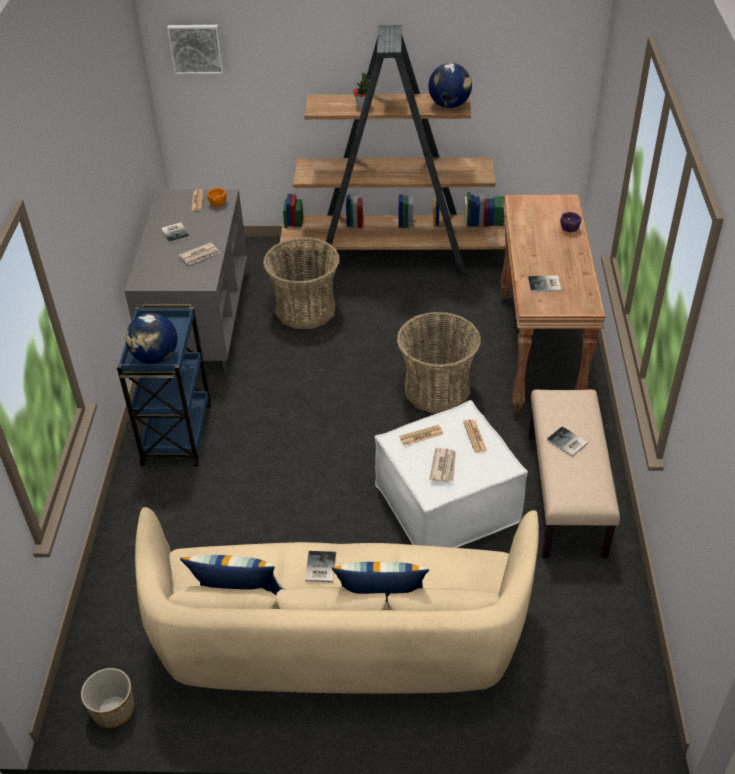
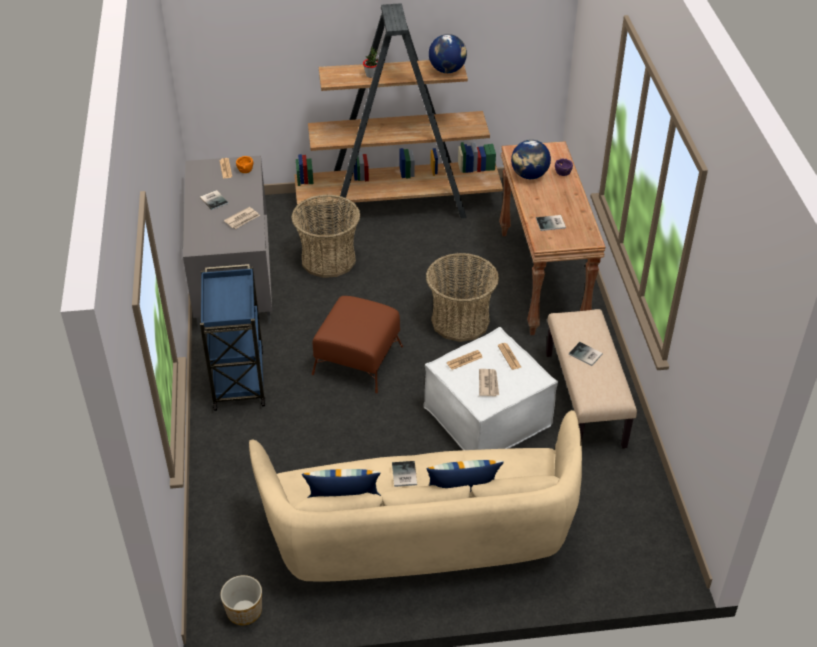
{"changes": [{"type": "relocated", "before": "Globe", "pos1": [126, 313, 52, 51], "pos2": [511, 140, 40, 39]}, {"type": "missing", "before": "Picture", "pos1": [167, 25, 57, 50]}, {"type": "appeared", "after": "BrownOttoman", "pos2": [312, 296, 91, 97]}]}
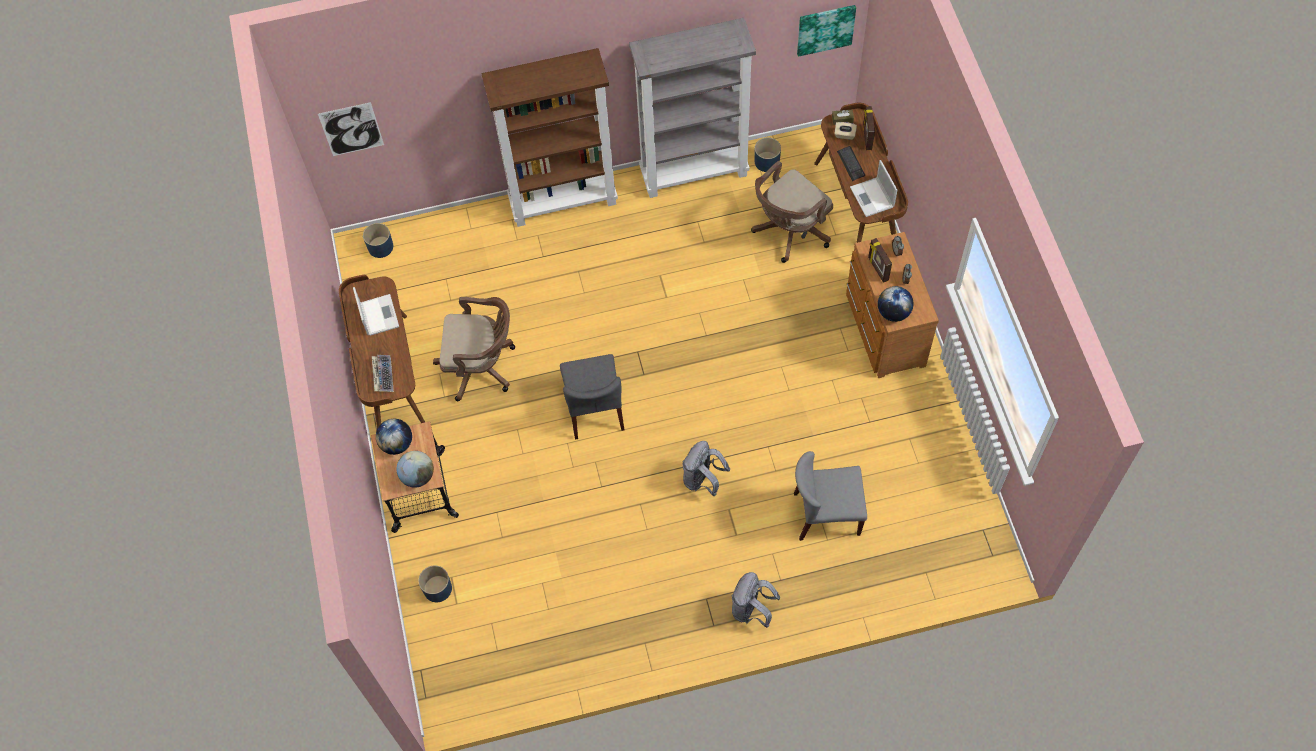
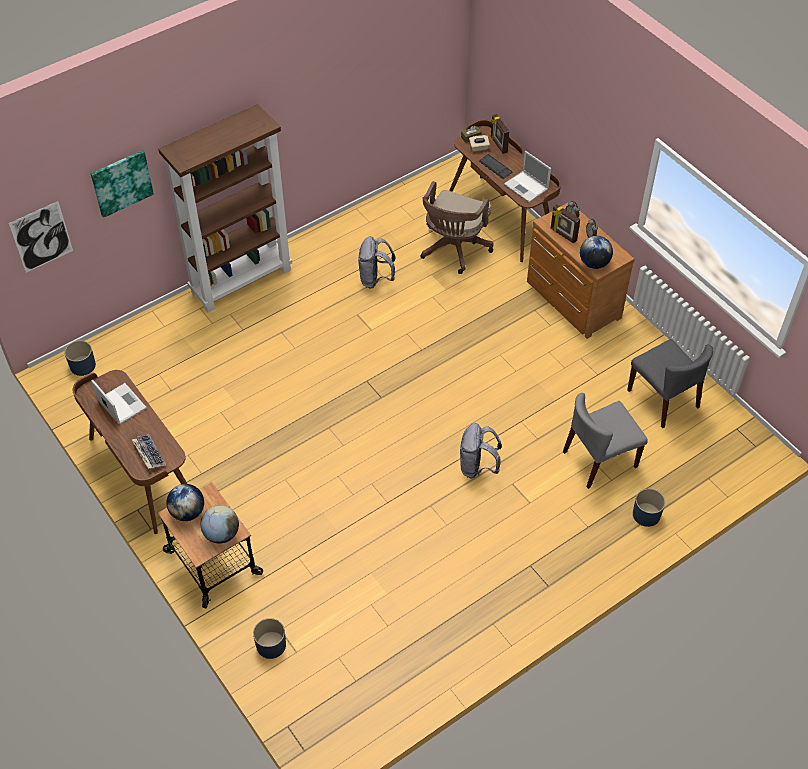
{"changes": [{"type": "missing", "before": "BrownOfficeChair", "pos1": [433, 297, 82, 104]}, {"type": "relocated", "before": "GreyChair", "pos1": [560, 354, 64, 86], "pos2": [627, 339, 86, 89]}, {"type": "missing", "before": "GreyBookcase", "pos1": [629, 18, 127, 180]}, {"type": "relocated", "before": "GreyBackpack", "pos1": [731, 572, 49, 56], "pos2": [358, 236, 37, 53]}, {"type": "relocated", "before": "BluePlanter", "pos1": [755, 137, 26, 35], "pos2": [633, 489, 32, 38]}, {"type": "relocated", "before": "Picture", "pos1": [797, 5, 59, 52], "pos2": [91, 150, 63, 68]}]}
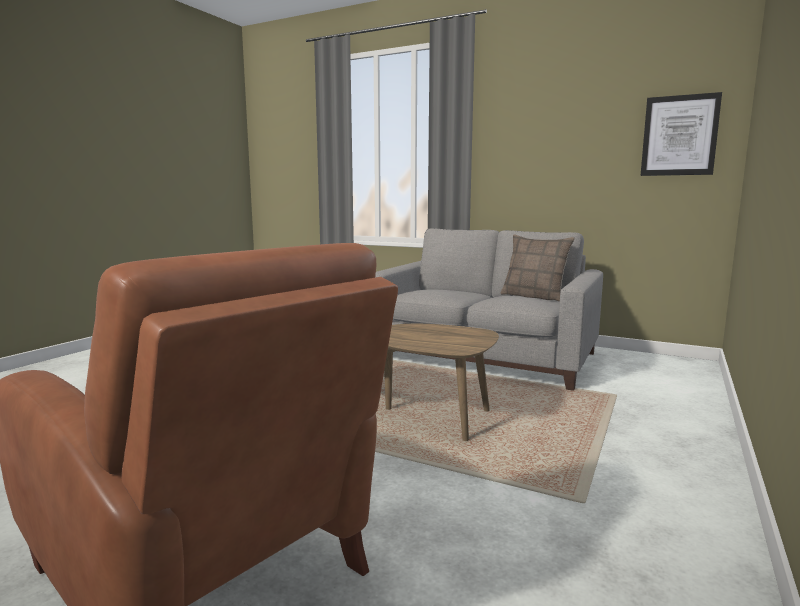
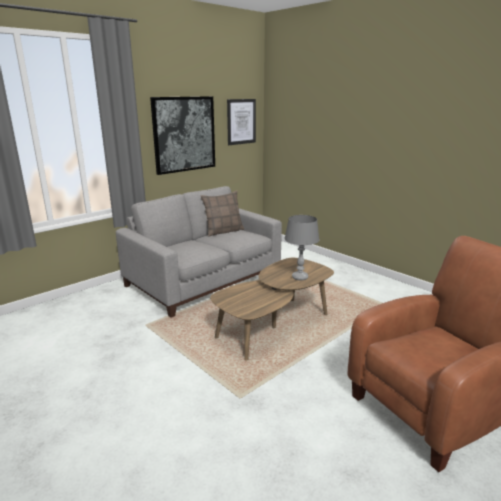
{"changes": [{"type": "appeared", "after": "Picture", "pos2": [150, 96, 65, 79]}, {"type": "appeared", "after": "GreyTableLamp", "pos2": [284, 215, 35, 65]}]}
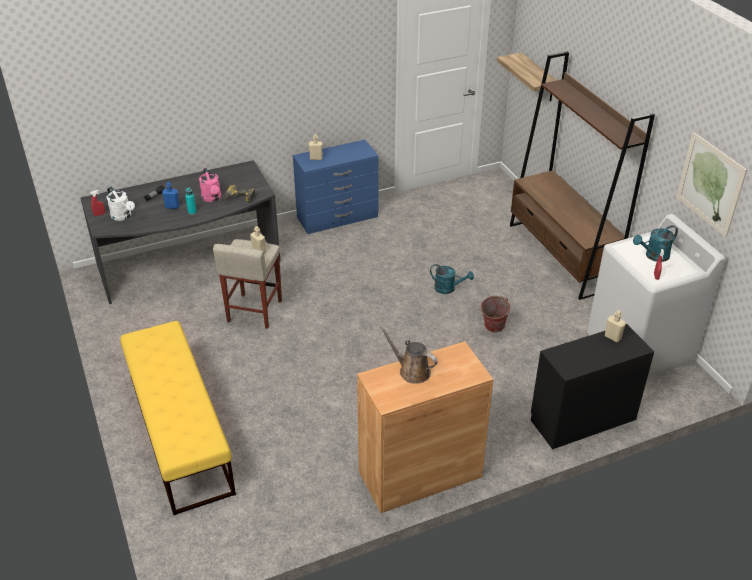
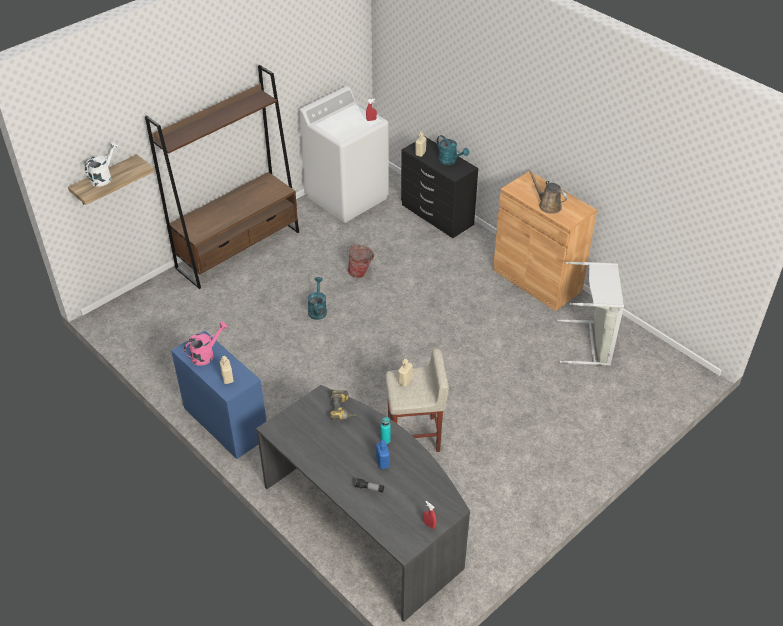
{"changes": [{"type": "relocated", "before": "WhiteWateringCan", "pos1": [107, 186, 28, 35], "pos2": [85, 142, 34, 45]}, {"type": "missing", "before": "YellowBench", "pos1": [120, 321, 116, 194]}, {"type": "relocated", "before": "PinkWateringCan", "pos1": [199, 168, 22, 34], "pos2": [184, 321, 44, 45]}, {"type": "spun", "before": "BrownWateringCan", "pos1": [379, 325, 59, 59], "pos2": [528, 168, 39, 46], "turn": 120}, {"type": "relocated", "before": "TurquoiseWateringCan", "pos1": [633, 225, 45, 37], "pos2": [437, 135, 32, 30]}, {"type": "missing", "before": "Picture", "pos1": [676, 132, 71, 105]}, {"type": "appeared", "after": "GreyLaundryBasket", "pos2": [557, 262, 67, 103]}]}
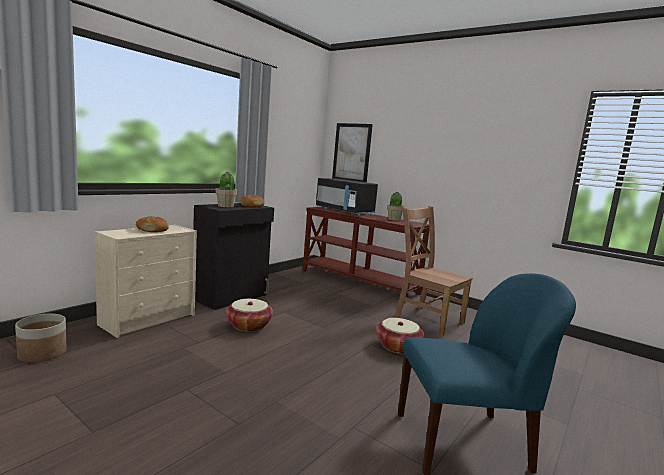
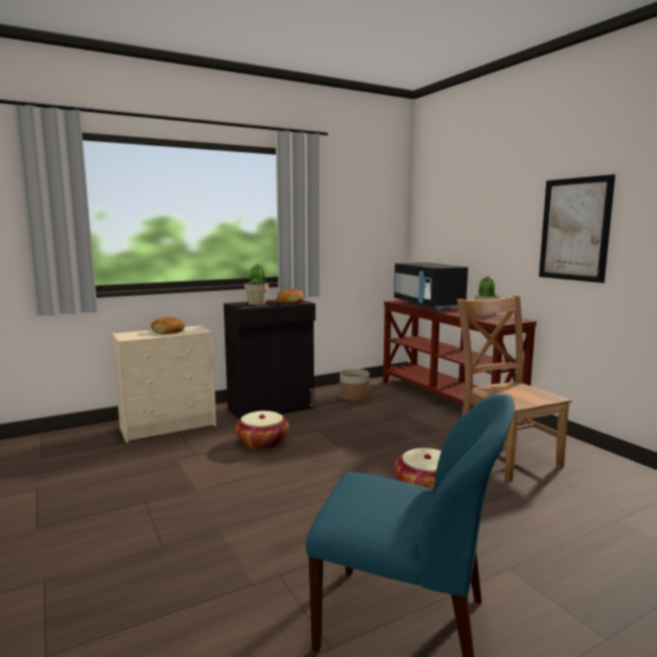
{"changes": [{"type": "relocated", "before": "Planter", "pos1": [15, 314, 52, 49], "pos2": [340, 369, 30, 32]}, {"type": "relocated", "before": "Picture", "pos1": [332, 123, 41, 59], "pos2": [539, 174, 76, 109]}]}
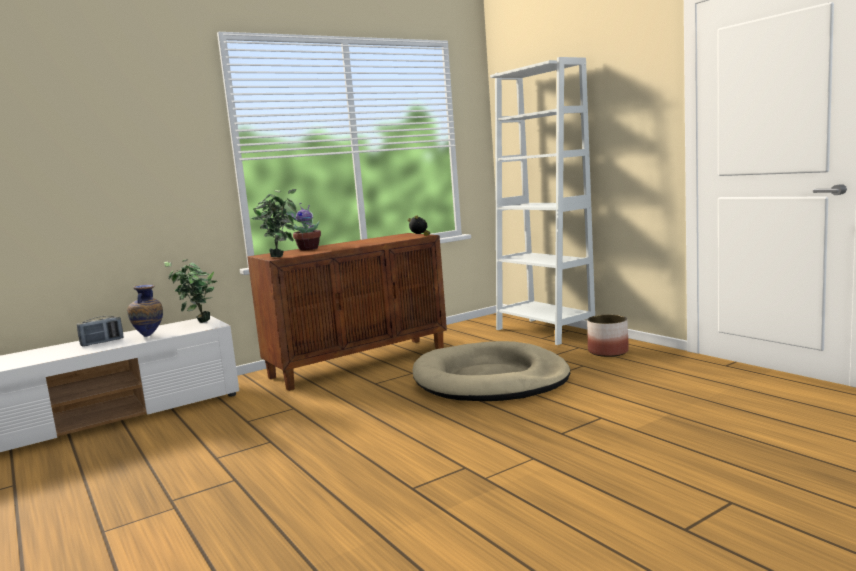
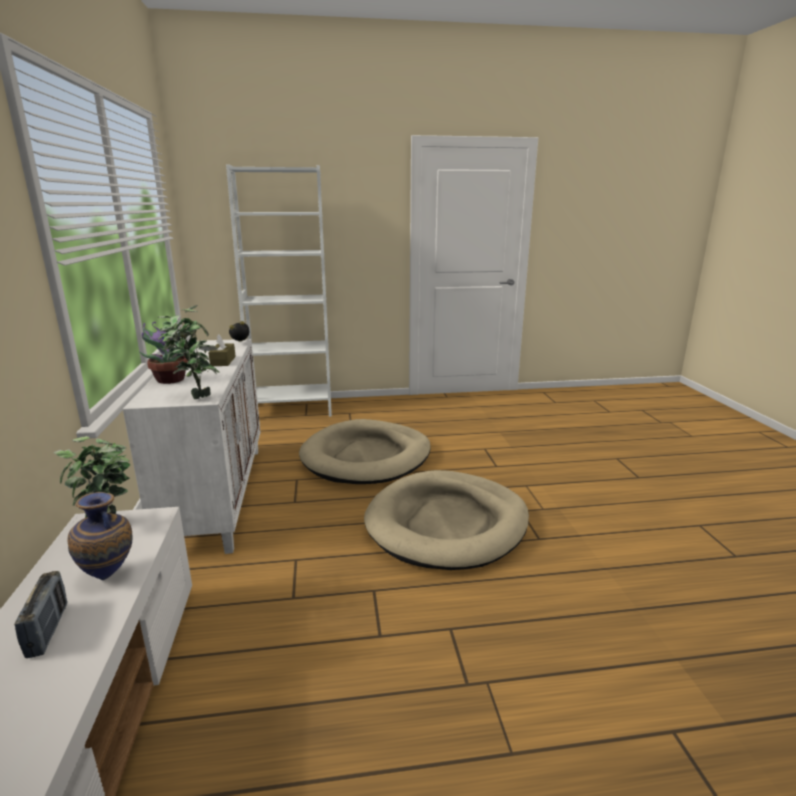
{"changes": [{"type": "colour", "before": "BrownCabinet", "after": "WhiteCabinet", "pos1": [247, 233, 200, 158], "pos2": [123, 339, 137, 215]}, {"type": "missing", "before": "Planter", "pos1": [587, 314, 42, 43]}, {"type": "appeared", "after": "BrownTissueBox", "pos2": [208, 334, 28, 32]}, {"type": "appeared", "after": "BeigeDogBed", "pos2": [364, 470, 165, 100]}]}
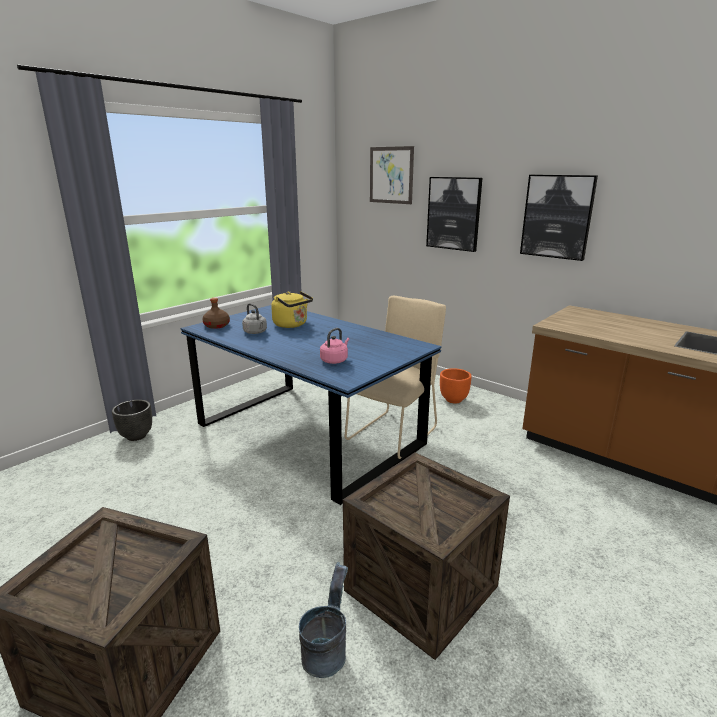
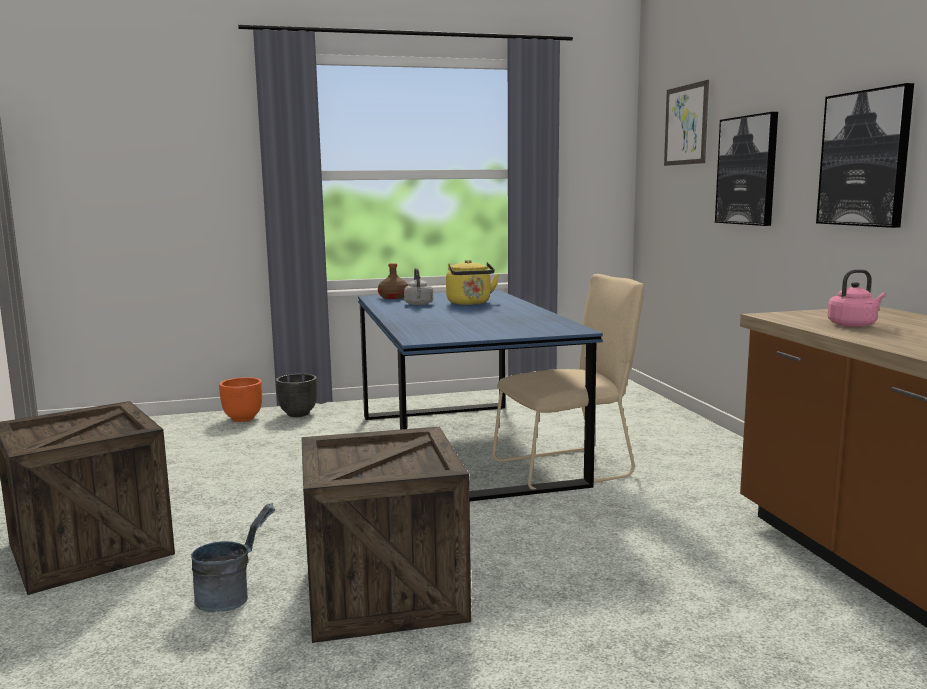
{"changes": [{"type": "relocated", "before": "PinkKettle", "pos1": [320, 328, 30, 36], "pos2": [828, 269, 58, 58]}, {"type": "relocated", "before": "OrangePlanter", "pos1": [440, 368, 32, 35], "pos2": [219, 377, 43, 45]}]}
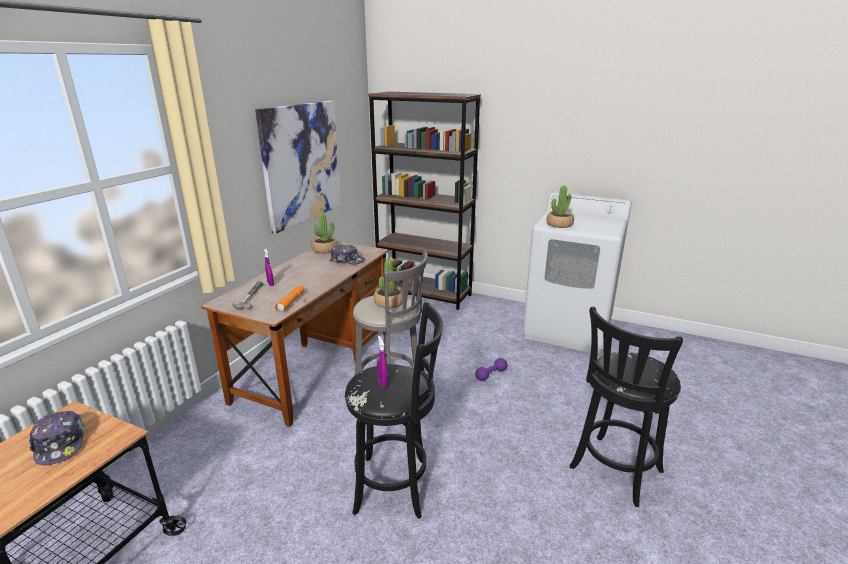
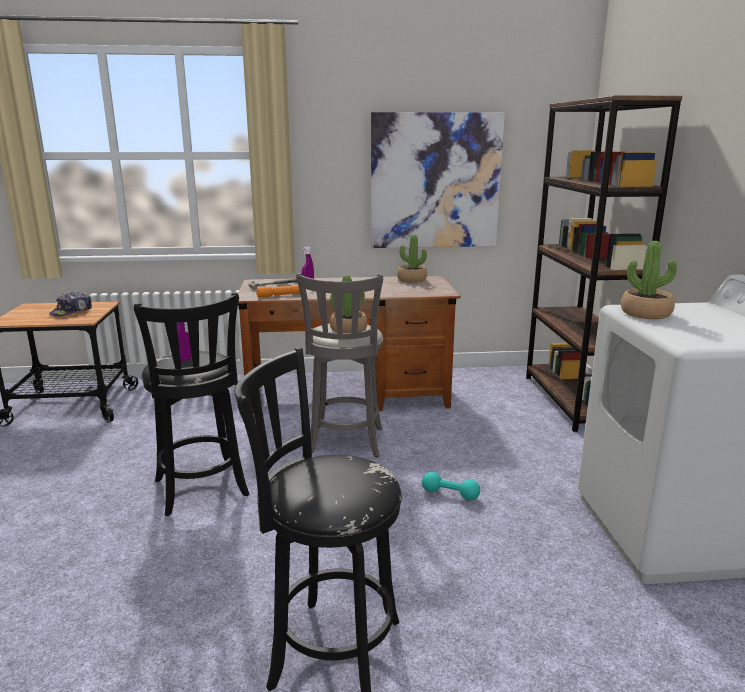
{"changes": [{"type": "missing", "before": "Cap", "pos1": [330, 244, 35, 20]}, {"type": "colour", "before": "PurpleDumbbell", "after": "TurquoiseDumbbell", "pos1": [475, 358, 33, 23], "pos2": [422, 472, 58, 28]}]}
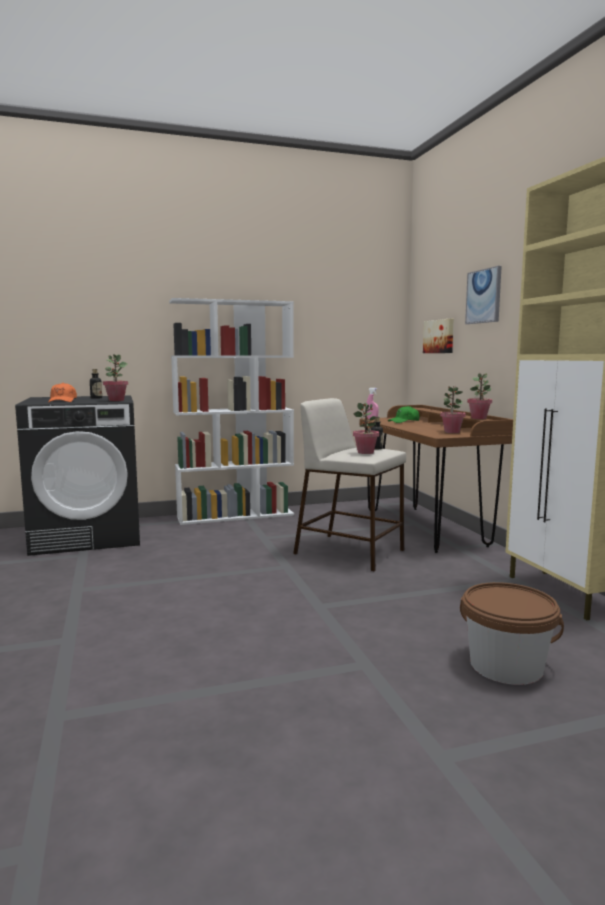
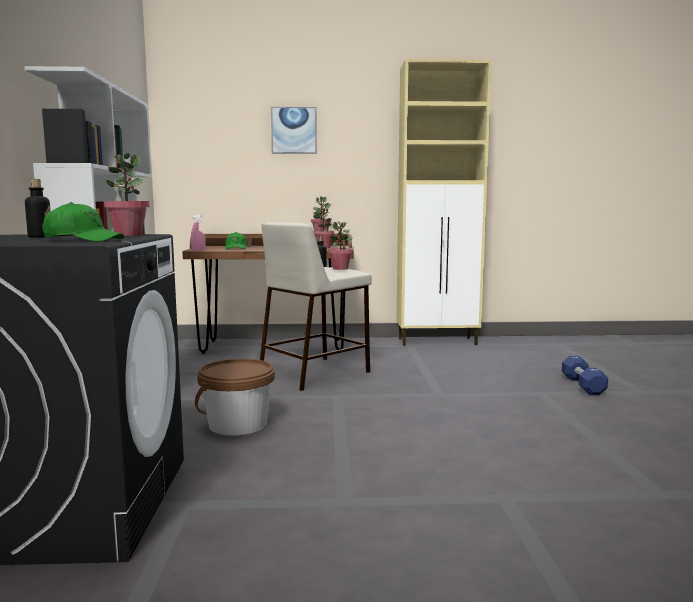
{"changes": [{"type": "colour", "before": "OrangeCap", "after": "GreenCap", "pos1": [48, 383, 29, 20], "pos2": [42, 202, 82, 40]}, {"type": "missing", "before": "Picture", "pos1": [423, 319, 31, 34]}, {"type": "relocated", "before": "BrownBucket", "pos1": [460, 582, 104, 103], "pos2": [195, 359, 80, 77]}, {"type": "appeared", "after": "BlueDumbbell", "pos2": [562, 356, 46, 39]}]}
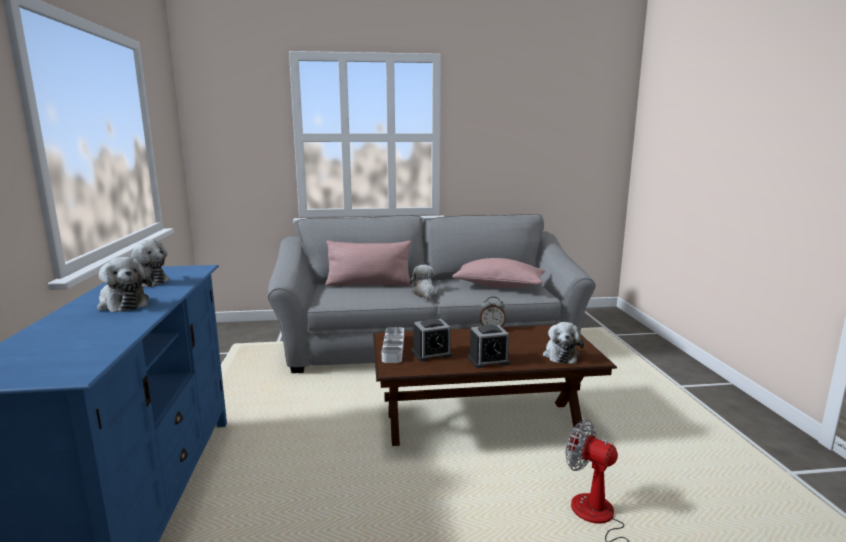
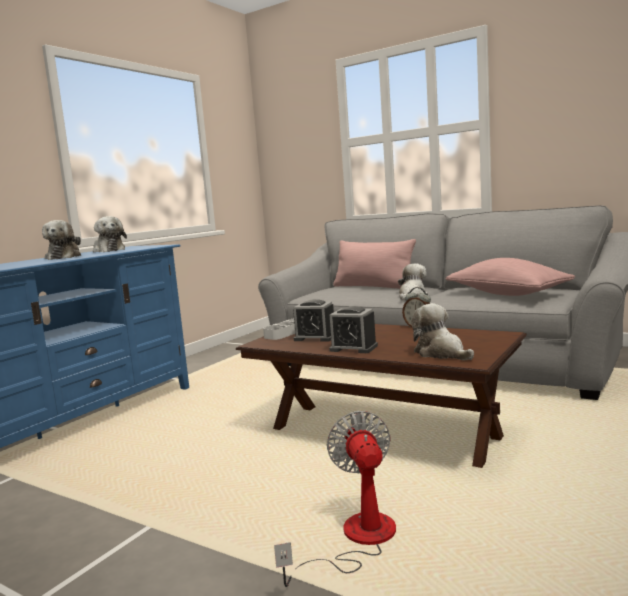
{"changes": [{"type": "spun", "before": "PlushToy", "pos1": [543, 322, 41, 42], "pos2": [411, 303, 63, 57], "turn": 105}]}
